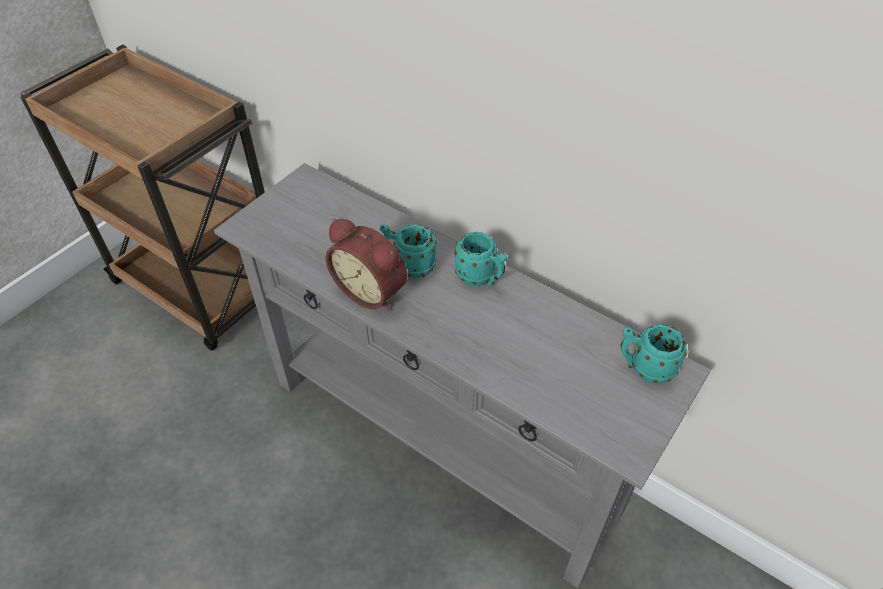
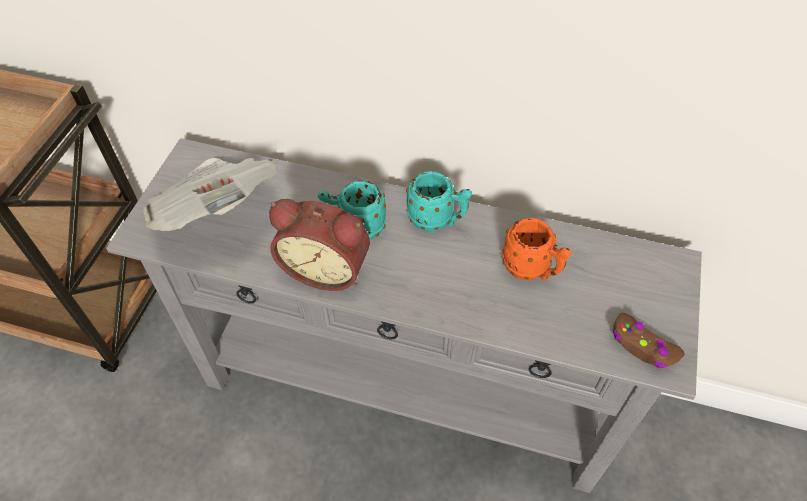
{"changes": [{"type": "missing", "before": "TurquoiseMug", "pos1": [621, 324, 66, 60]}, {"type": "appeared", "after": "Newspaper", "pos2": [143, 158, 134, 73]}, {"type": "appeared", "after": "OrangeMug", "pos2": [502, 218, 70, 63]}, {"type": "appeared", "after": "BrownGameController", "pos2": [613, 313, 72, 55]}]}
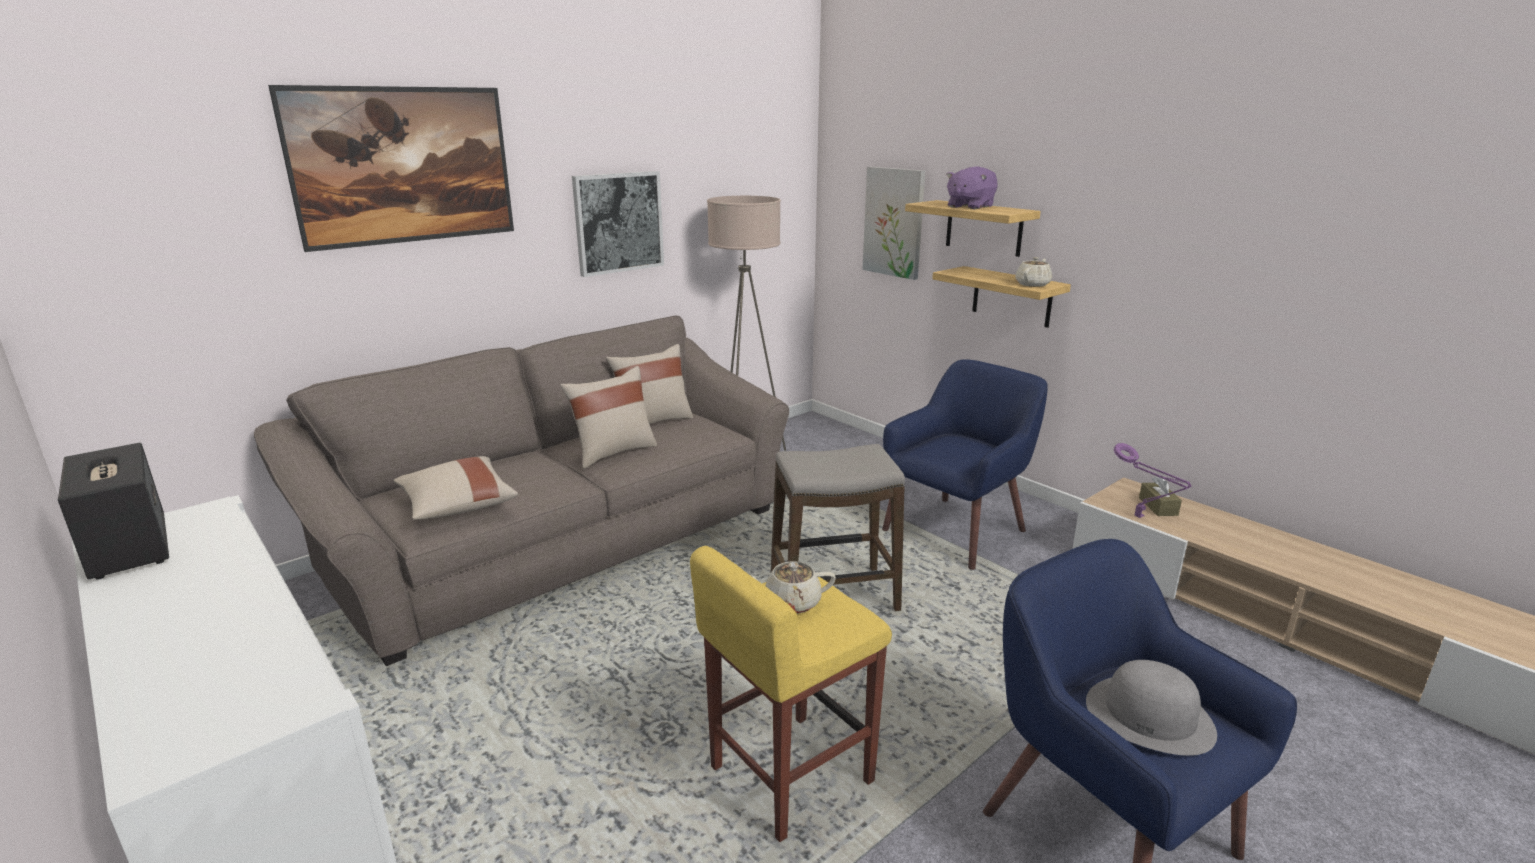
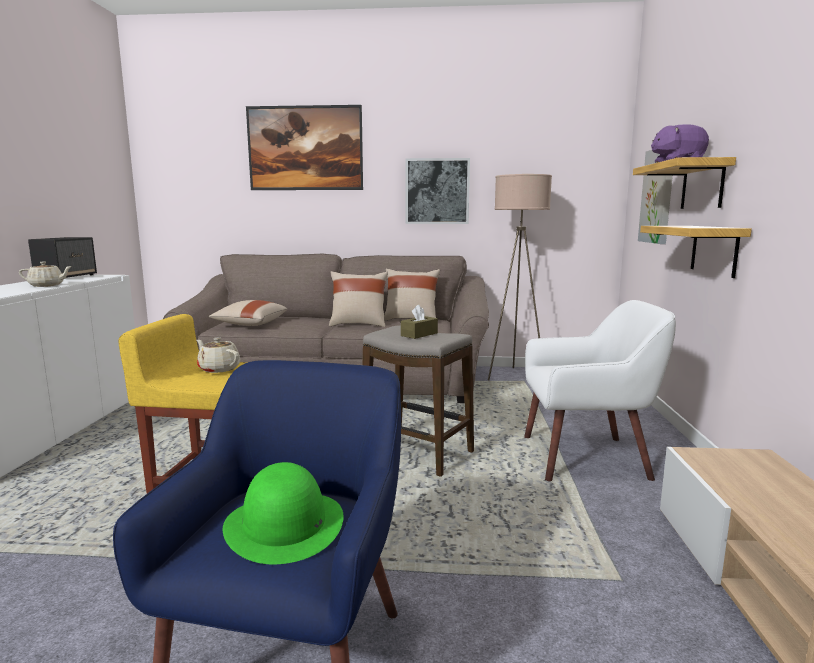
{"changes": [{"type": "colour", "before": "BlueArmchair", "after": "WhiteArmchair", "pos1": [882, 359, 166, 211], "pos2": [524, 300, 152, 181]}, {"type": "relocated", "before": "BeigeTeapot", "pos1": [1015, 257, 37, 30], "pos2": [19, 262, 53, 25]}, {"type": "colour", "before": "GreyHat", "after": "GreenHat", "pos1": [1086, 660, 131, 96], "pos2": [223, 462, 121, 102]}, {"type": "missing", "before": "PurpleTableLamp", "pos1": [1114, 443, 77, 75]}, {"type": "relocated", "before": "BrownTissueBox", "pos1": [1139, 477, 43, 39], "pos2": [401, 304, 37, 35]}]}
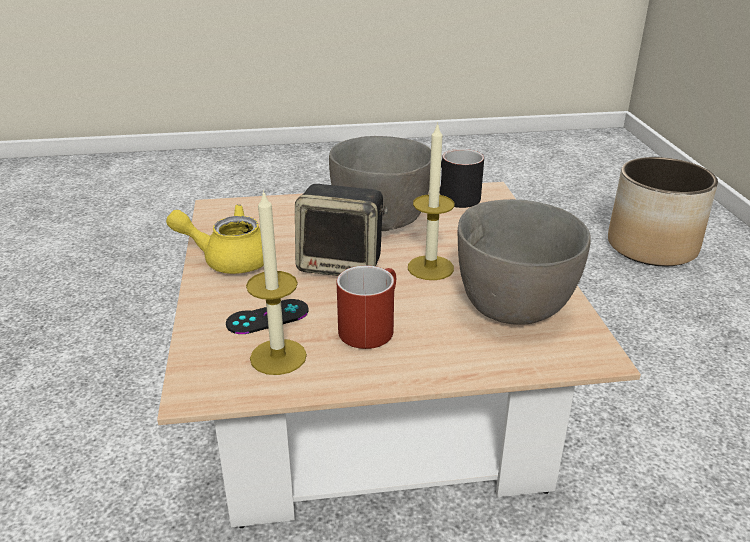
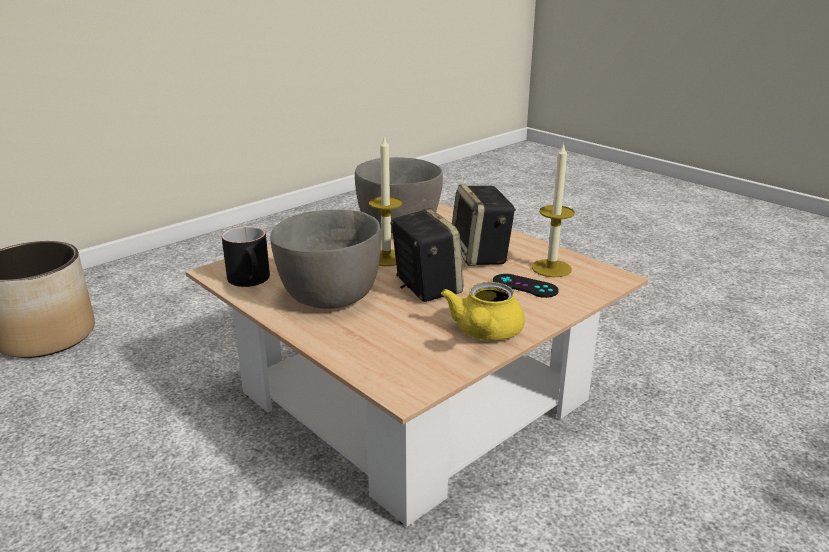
{"changes": [{"type": "spun", "before": "YellowTeapot", "pos1": [166, 204, 98, 70], "pos2": [441, 282, 84, 58], "turn": 45}, {"type": "exchanged", "before": "RedMug", "after": "Speaker", "pos1": [337, 265, 59, 84], "pos2": [452, 184, 64, 82]}]}
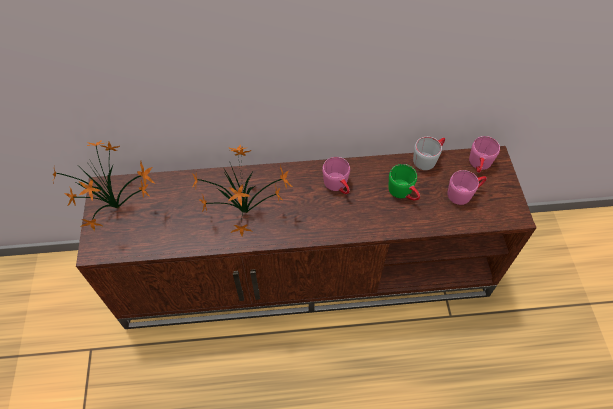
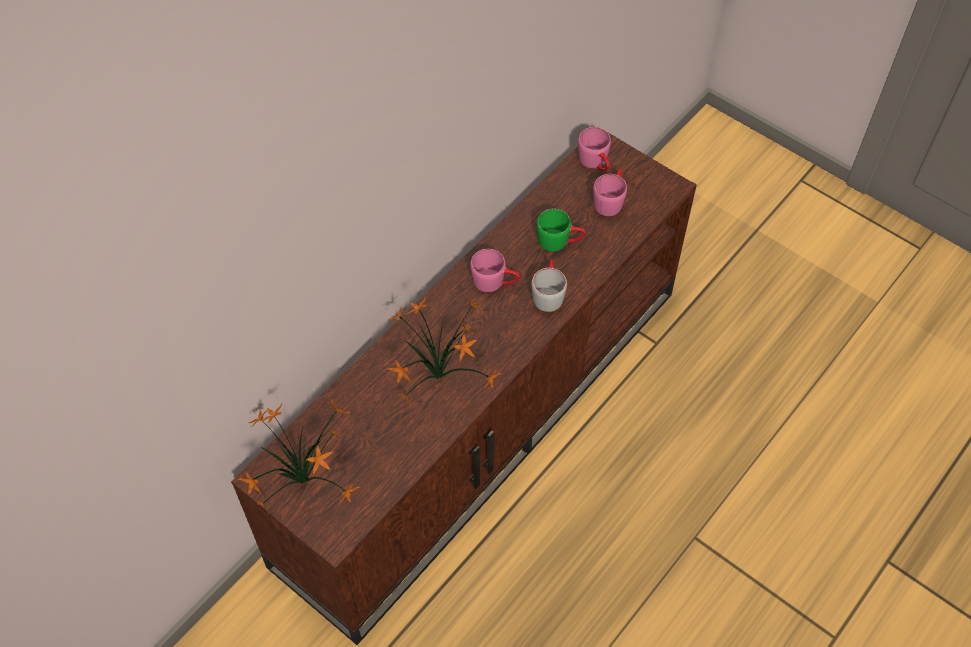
{"changes": [{"type": "relocated", "before": "GreyMug", "pos1": [413, 137, 32, 33], "pos2": [531, 259, 36, 53]}]}
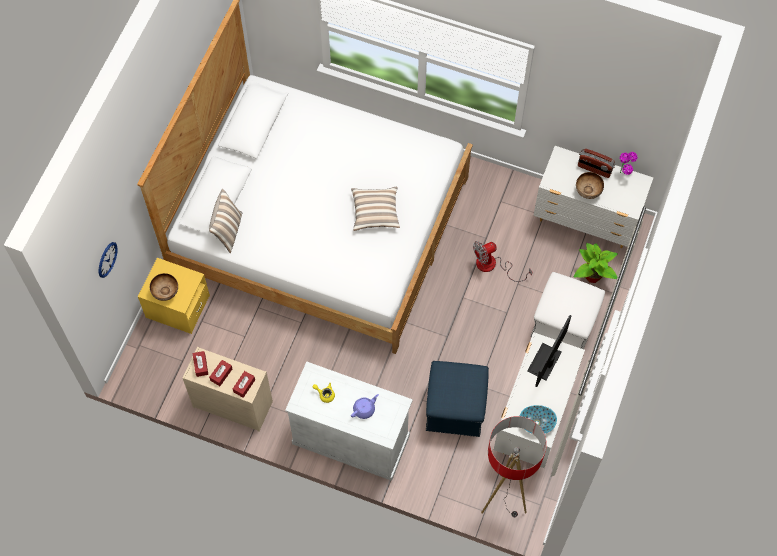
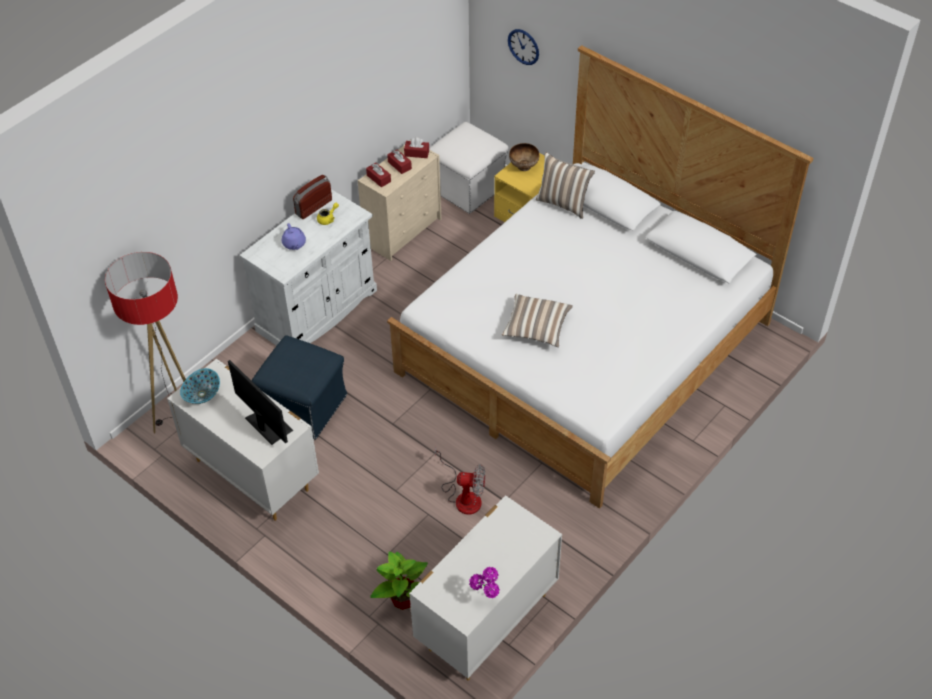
{"changes": [{"type": "spun", "before": "Fan", "pos1": [473, 241, 59, 41], "pos2": [435, 445, 50, 70], "turn": 105}, {"type": "relocated", "before": "WhiteOttoman", "pos1": [531, 272, 74, 77], "pos2": [429, 122, 80, 92]}, {"type": "missing", "before": "Bowl", "pos1": [576, 172, 28, 27]}, {"type": "relocated", "before": "Radio", "pos1": [578, 149, 37, 29], "pos2": [293, 175, 39, 44]}]}
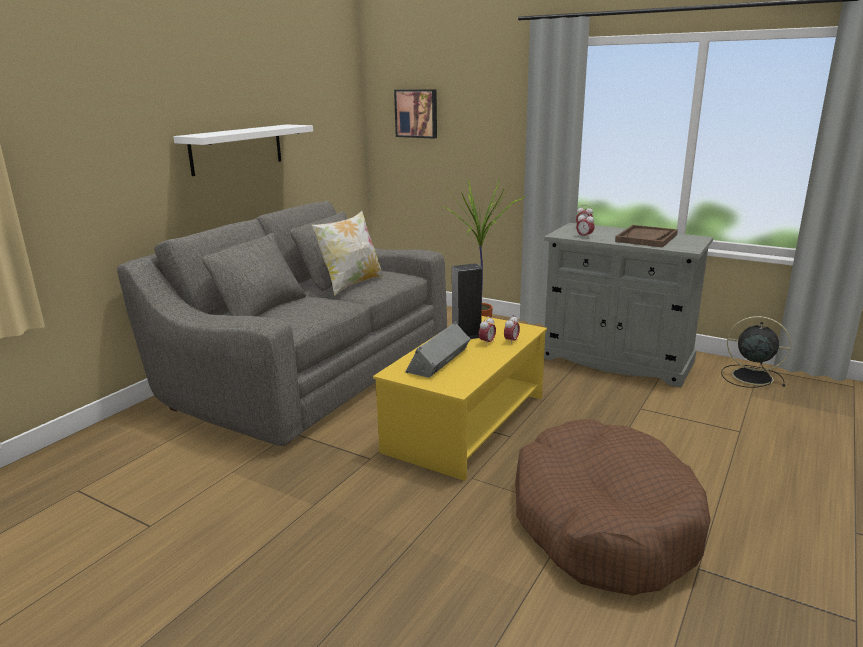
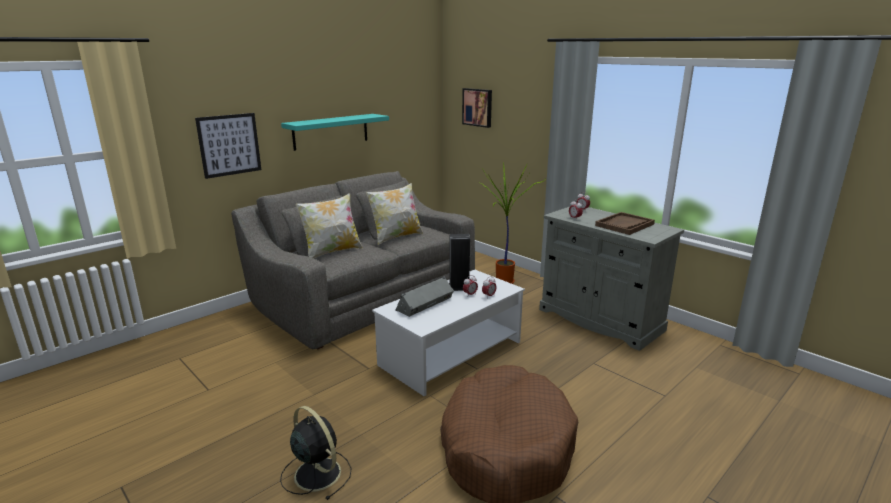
{"changes": [{"type": "colour", "before": "WhiteShelf", "after": "TurquoiseShelf", "pos1": [173, 125, 140, 51], "pos2": [281, 114, 108, 37]}, {"type": "colour", "before": "YellowCoffeeTable", "after": "WhiteCoffeeTable", "pos1": [373, 316, 174, 165], "pos2": [372, 270, 153, 126]}, {"type": "relocated", "before": "BlackFan", "pos1": [721, 316, 70, 71], "pos2": [280, 406, 72, 94]}, {"type": "appeared", "after": "Picture", "pos2": [195, 113, 66, 66]}, {"type": "appeared", "after": "Pillow", "pos2": [296, 193, 67, 65]}]}
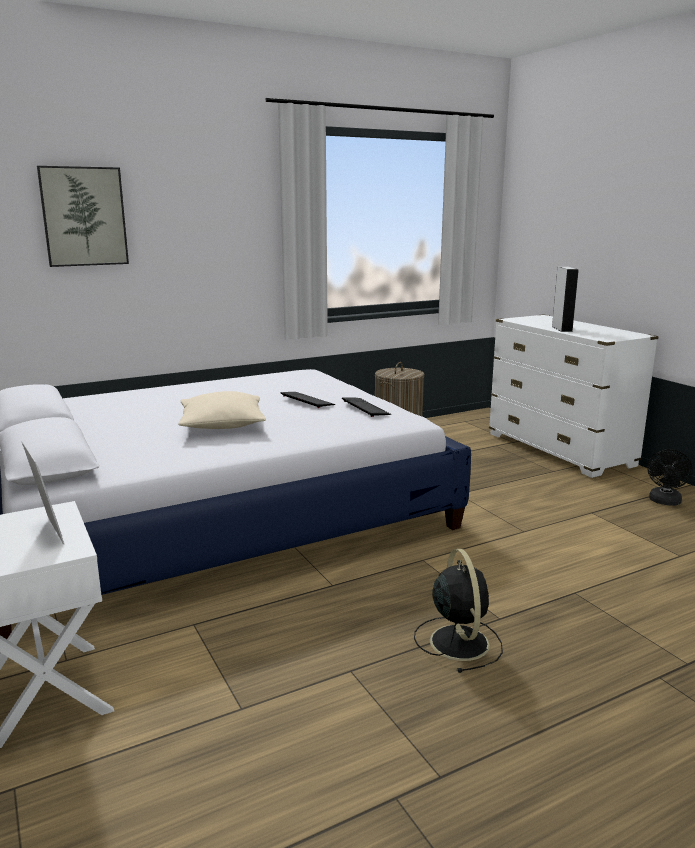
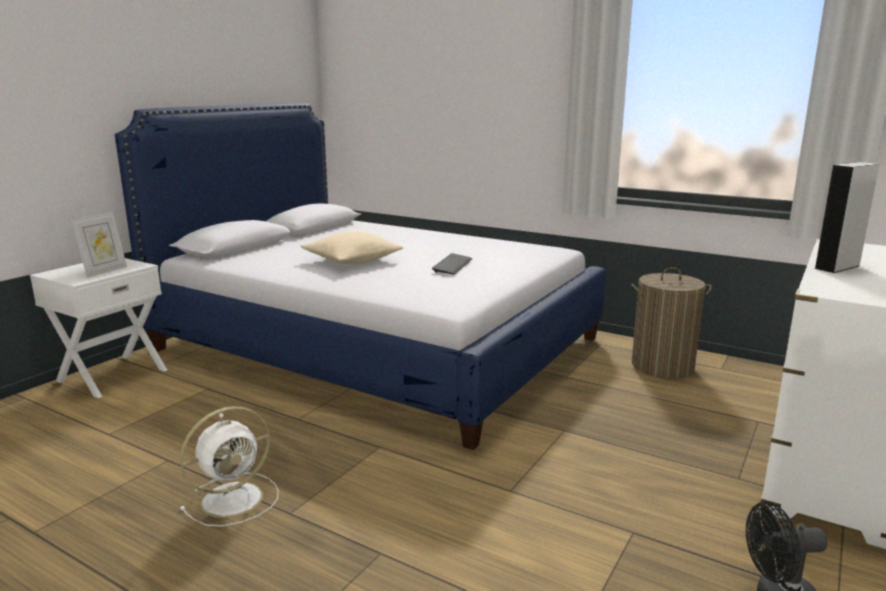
{"changes": [{"type": "missing", "before": "Picture", "pos1": [37, 166, 92, 101]}, {"type": "missing", "before": "Keyboard", "pos1": [342, 397, 49, 20]}, {"type": "colour", "before": "BlackFan", "after": "WhiteFan", "pos1": [414, 549, 89, 124], "pos2": [180, 406, 99, 121]}]}
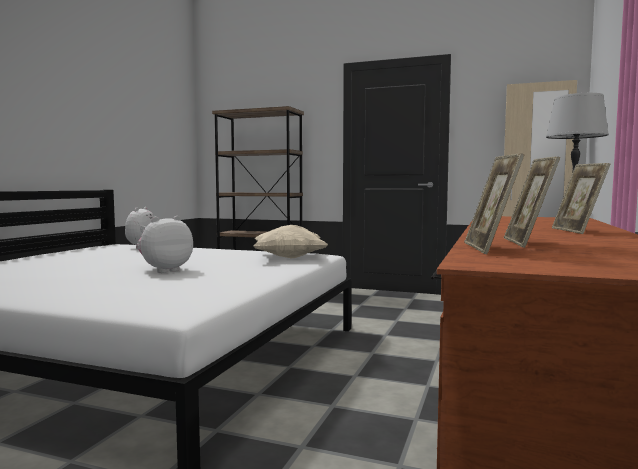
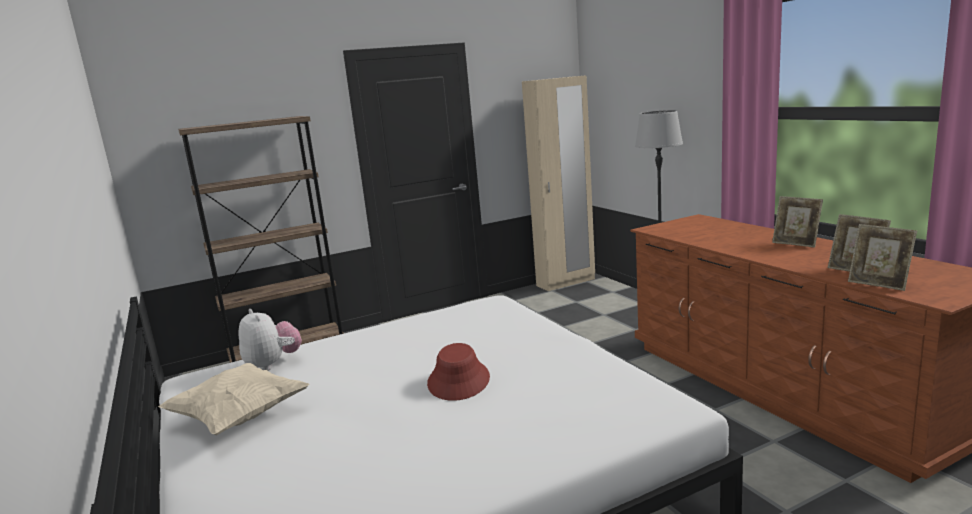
{"changes": [{"type": "exchanged", "before": "PlushToy", "after": "RedHat", "pos1": [137, 216, 56, 57], "pos2": [427, 343, 63, 58]}, {"type": "relocated", "before": "BeigePillow", "pos1": [253, 225, 75, 33], "pos2": [158, 363, 152, 72]}]}
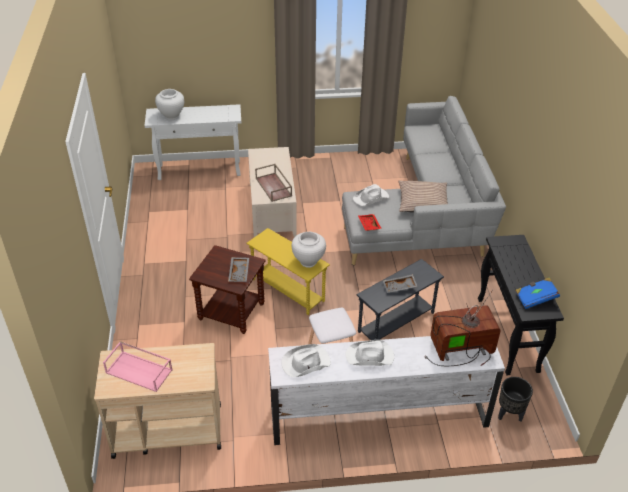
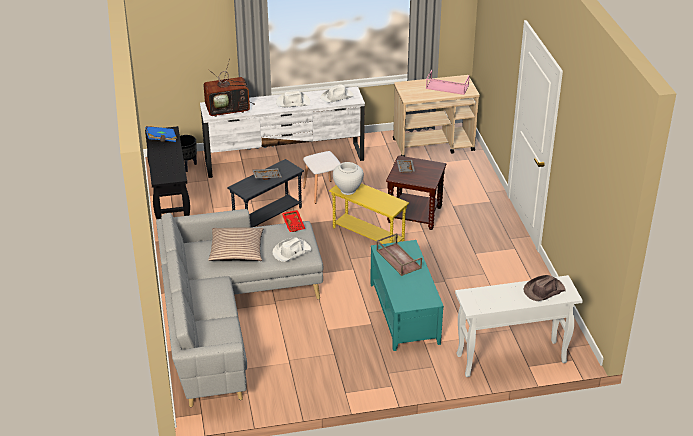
{"changes": [{"type": "exchanged", "before": "WhiteVase", "after": "BrownHat", "pos1": [155, 89, 29, 31], "pos2": [523, 275, 43, 26]}, {"type": "colour", "before": "BeigeCoffeeTable", "after": "TurquoiseCoffeeTable", "pos1": [248, 147, 49, 90], "pos2": [370, 240, 74, 111]}]}
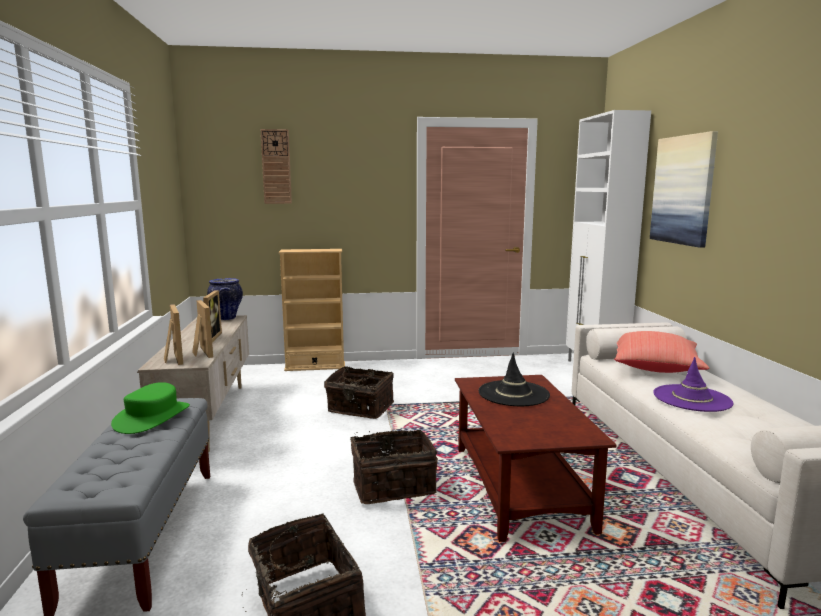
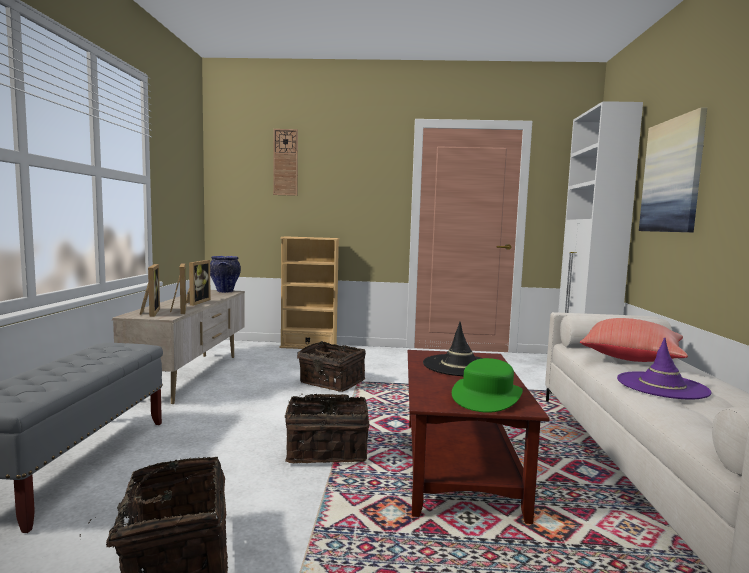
{"changes": [{"type": "relocated", "before": "GreenHat", "pos1": [111, 382, 79, 52], "pos2": [452, 358, 71, 55]}]}
